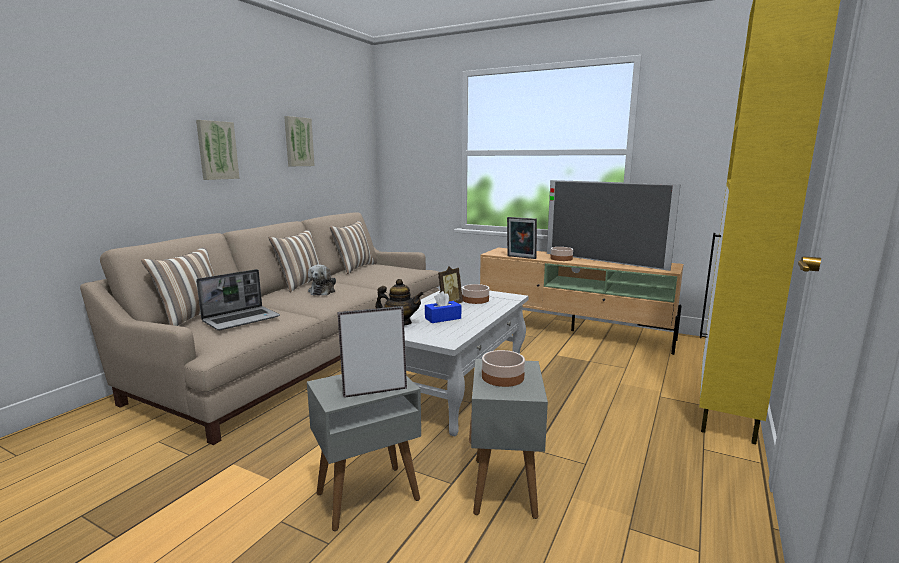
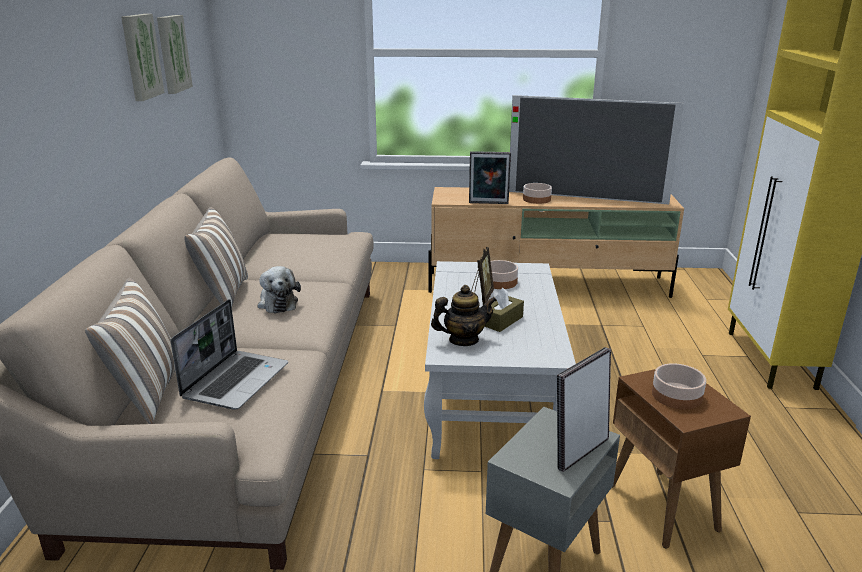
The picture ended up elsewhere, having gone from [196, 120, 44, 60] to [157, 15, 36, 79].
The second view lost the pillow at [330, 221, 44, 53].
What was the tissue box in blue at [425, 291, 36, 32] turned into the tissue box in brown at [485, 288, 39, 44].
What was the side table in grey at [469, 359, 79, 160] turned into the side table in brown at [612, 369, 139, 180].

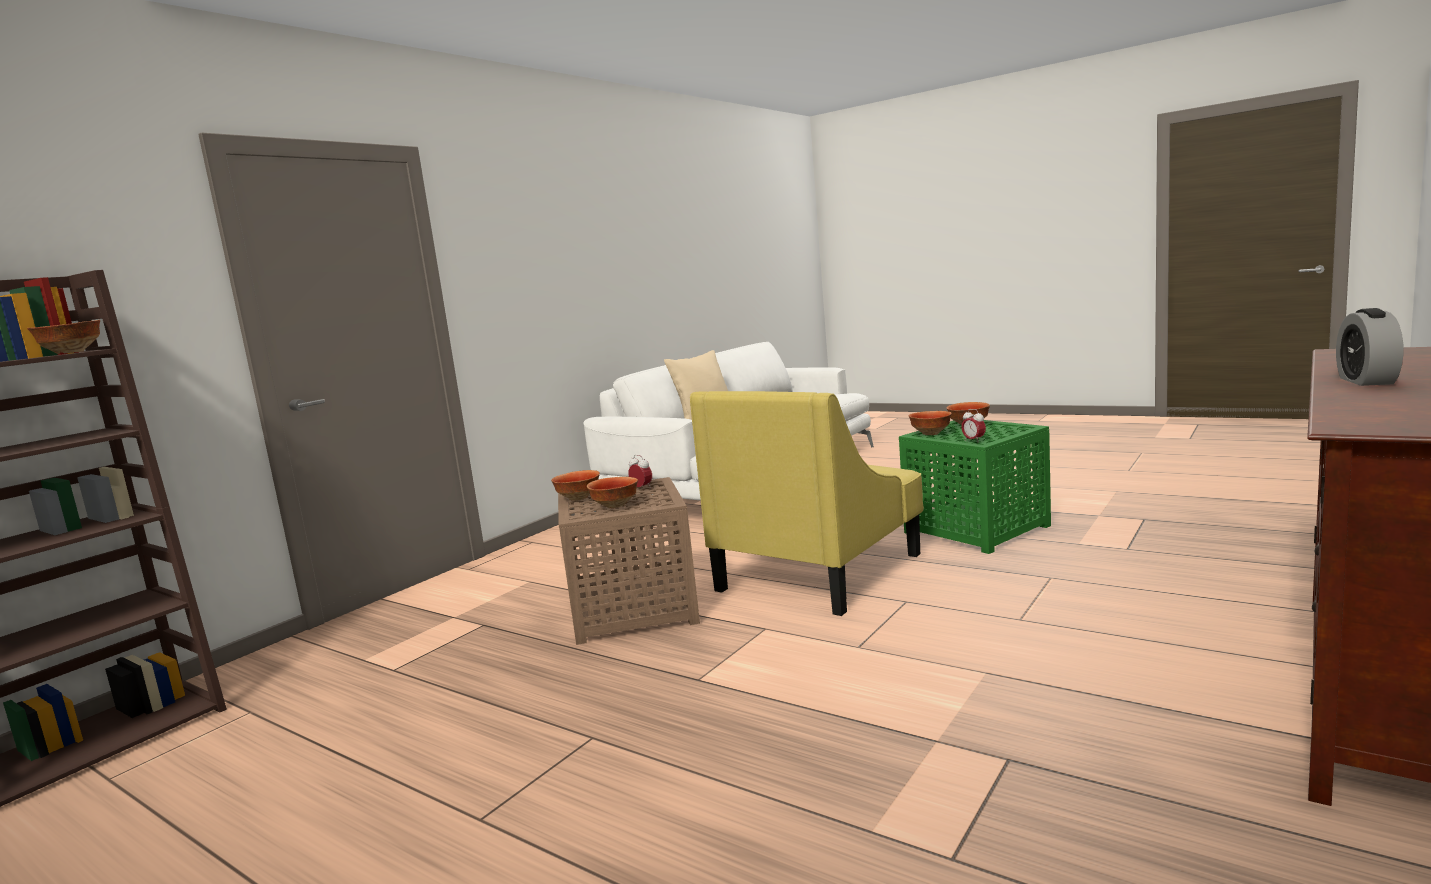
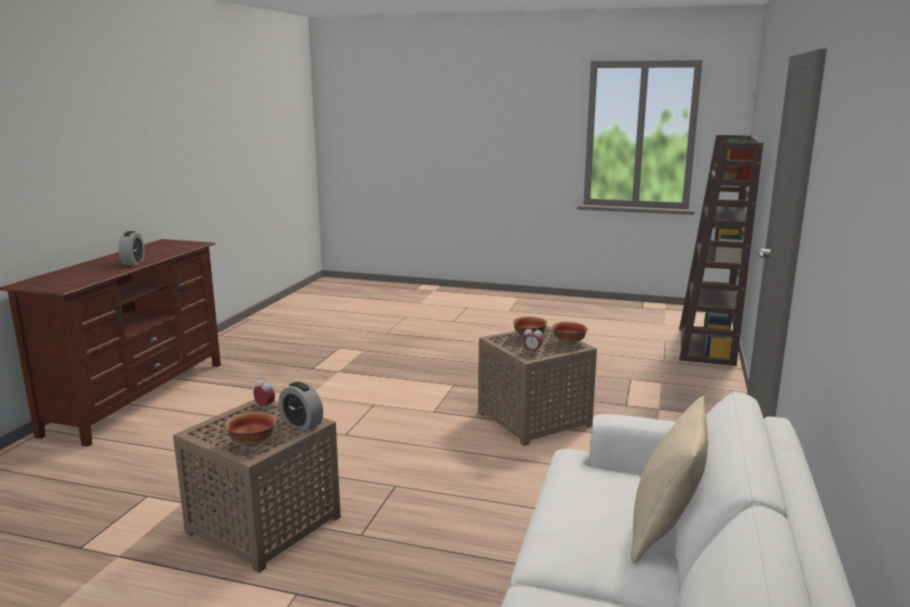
The second view lost the armchair in yellow at [690, 391, 234, 225].
Where the bowl stood at [909, 411, 43, 24], the alarm clock came to stand at [279, 382, 44, 49].
What was the side table in green at [899, 420, 152, 134] turned into the side table in brown at [173, 399, 168, 174].

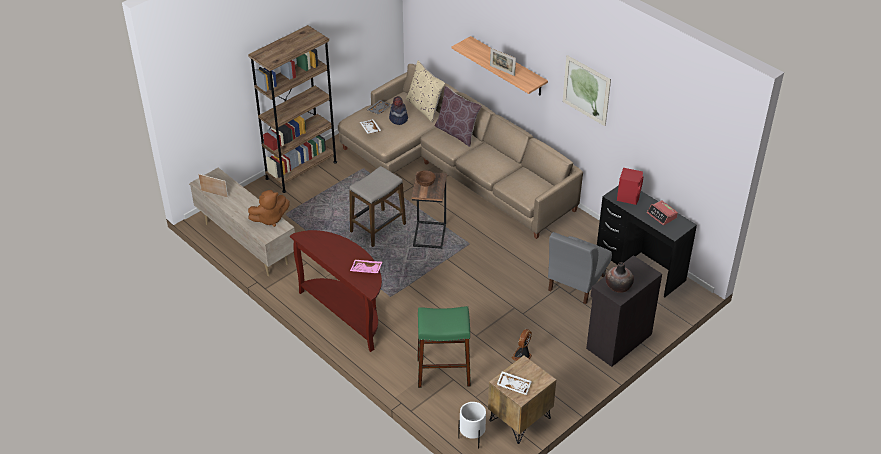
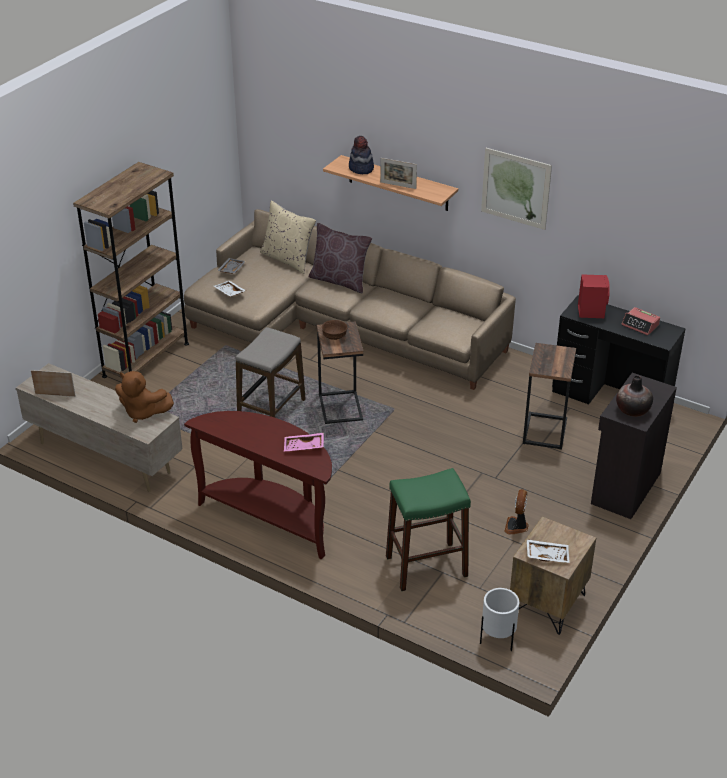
The hat ended up elsewhere, having gone from [389, 96, 19, 29] to [349, 136, 25, 38].
The plush toy in brown at [248, 190, 42, 37] ended up facing another way, 60 degrees clockwise from before.
Where the chair in grey stood at [548, 232, 64, 72], the side table came to stand at [523, 343, 53, 107].

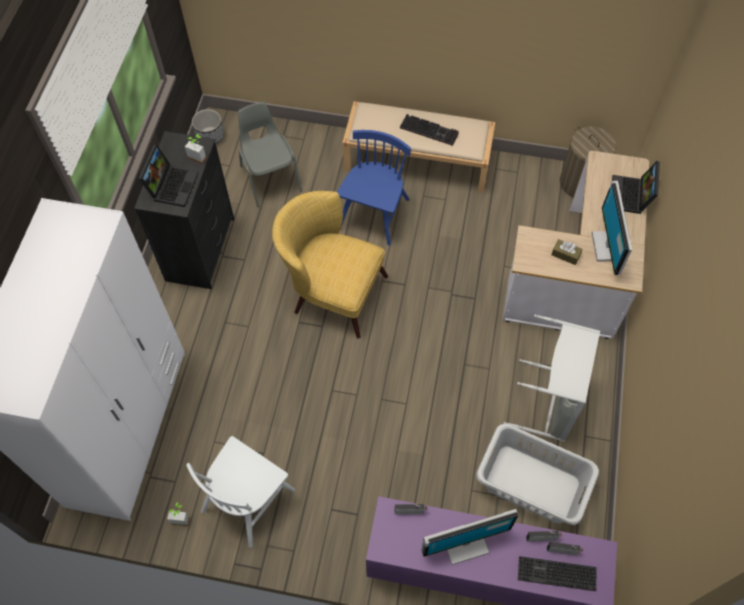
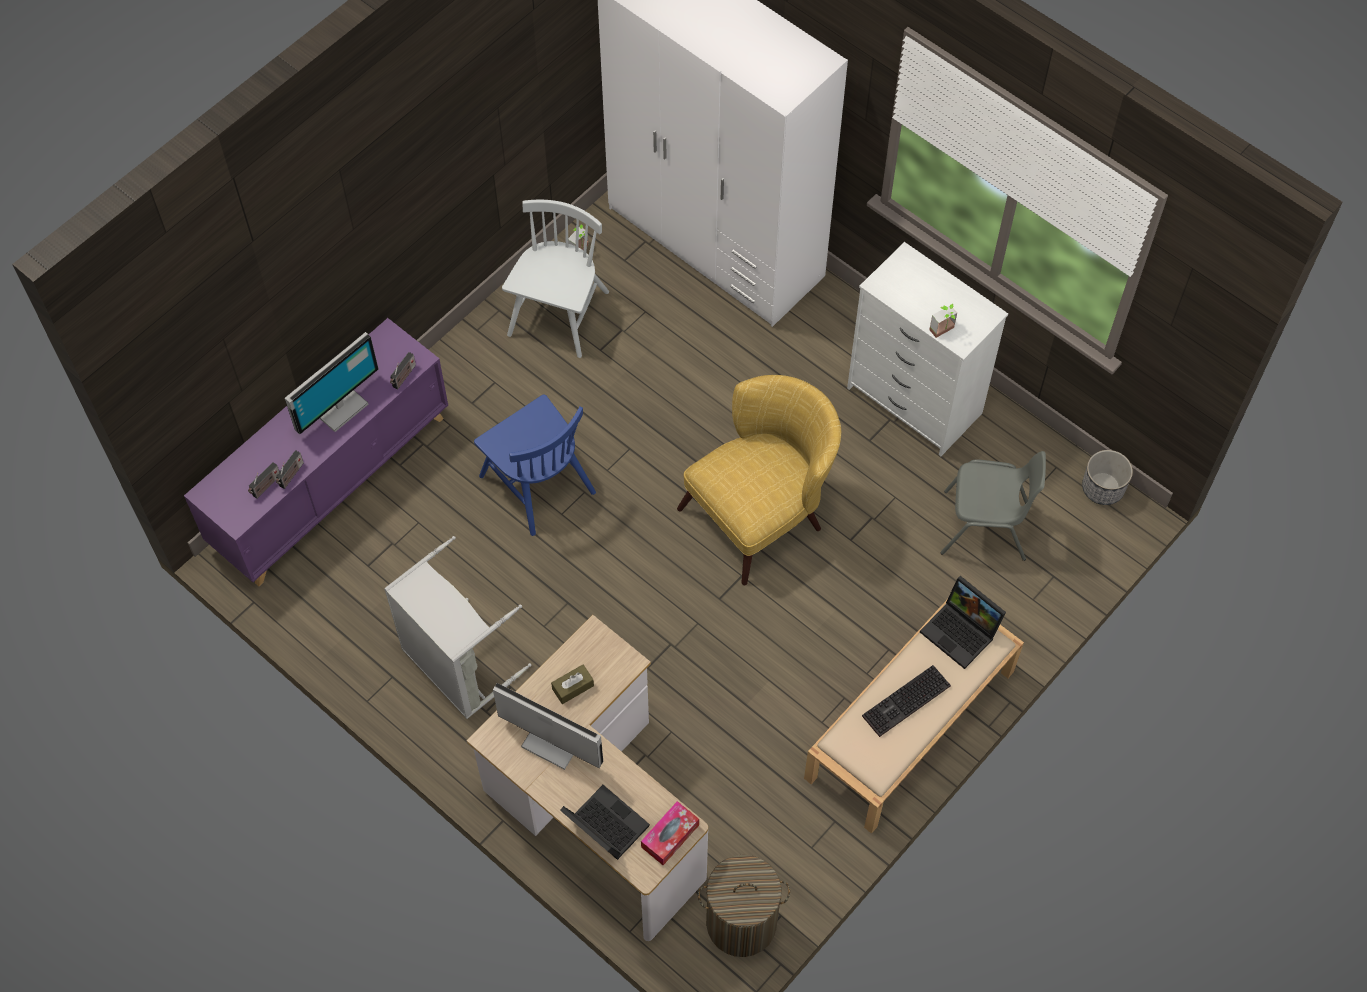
The chair in blue ended up elsewhere, having gone from [337, 130, 74, 116] to [474, 394, 122, 142].
What was the dresser in black at [134, 131, 100, 158] turned into the dresser in white at [847, 242, 161, 214].
The laptop ended up elsewhere, having gone from [138, 144, 61, 63] to [920, 576, 86, 93].
The second view lost the laundry basket in grey at [476, 424, 123, 101].
The chair in white at [186, 436, 109, 112] ended up facing another way, 45 degrees clockwise from before.
The monitor at [421, 509, 97, 56] ended up facing another way, 150 degrees counterclockwise from before.
The second view lost the keyboard at [518, 556, 79, 35].
The second view gained the tissue box at [641, 801, 58, 64].

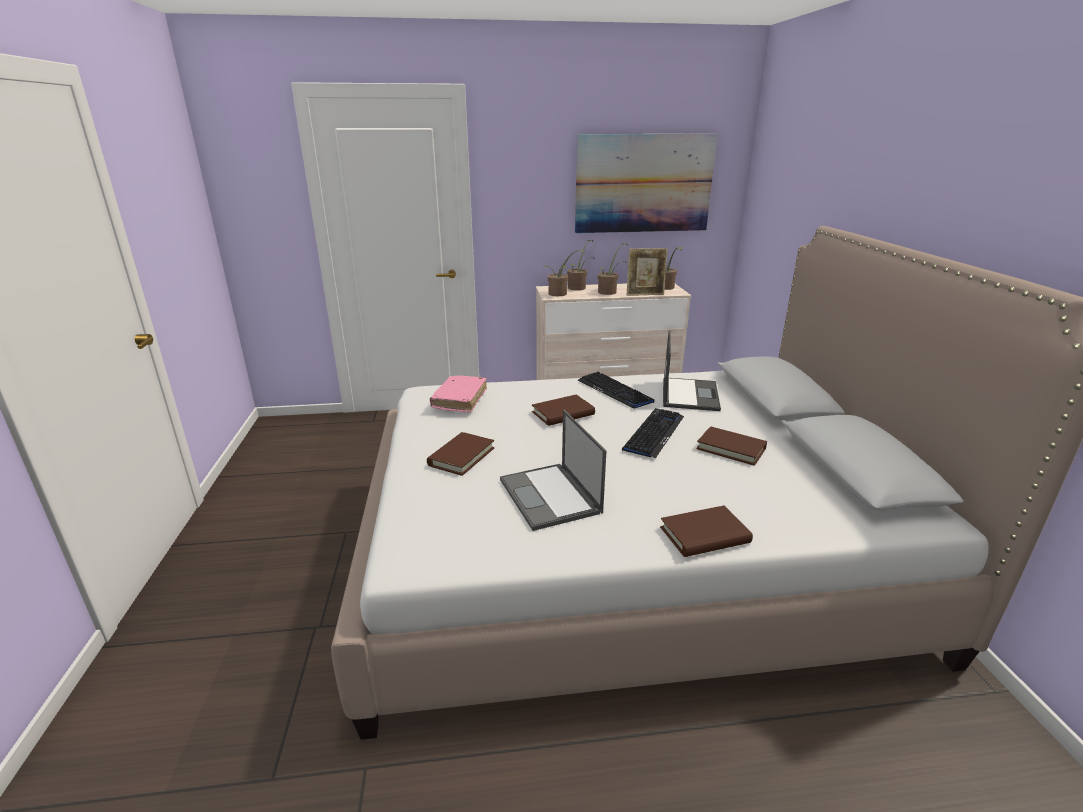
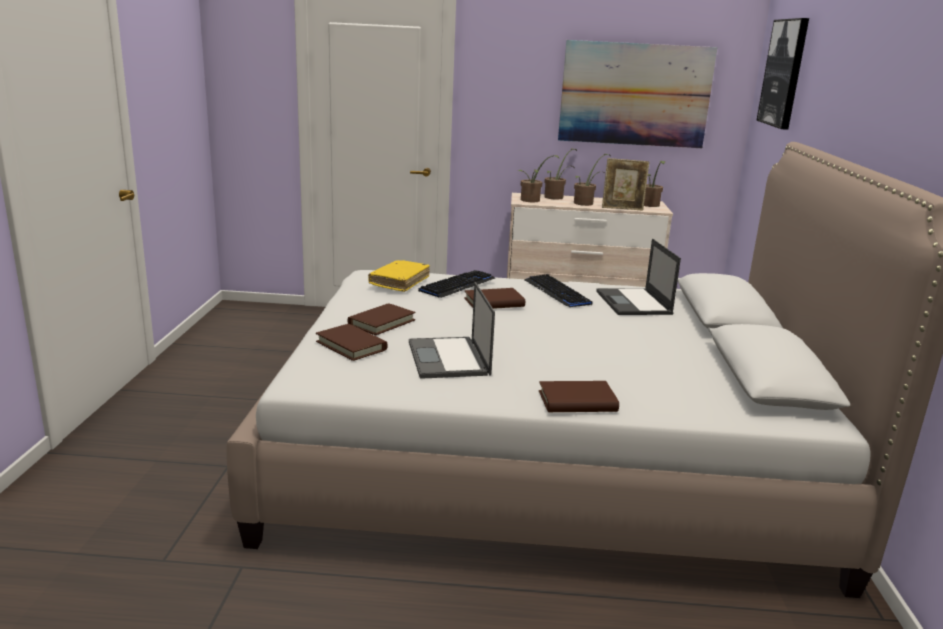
The laptop at [663, 331, 58, 80] ended up facing another way, 150 degrees clockwise from before.
What was the book in pink at [430, 375, 57, 37] turned into the book in yellow at [368, 260, 62, 32].
The keyboard ended up elsewhere, having gone from [622, 408, 62, 51] to [418, 270, 77, 28].
The book in brown ended up elsewhere, having gone from [696, 426, 71, 40] to [316, 324, 72, 37].
The second view gained the picture at [756, 18, 53, 112].

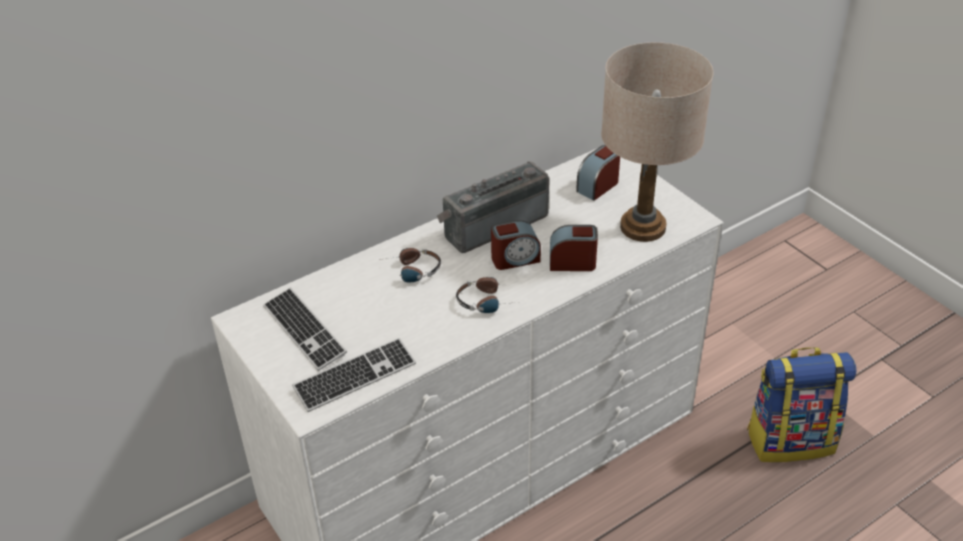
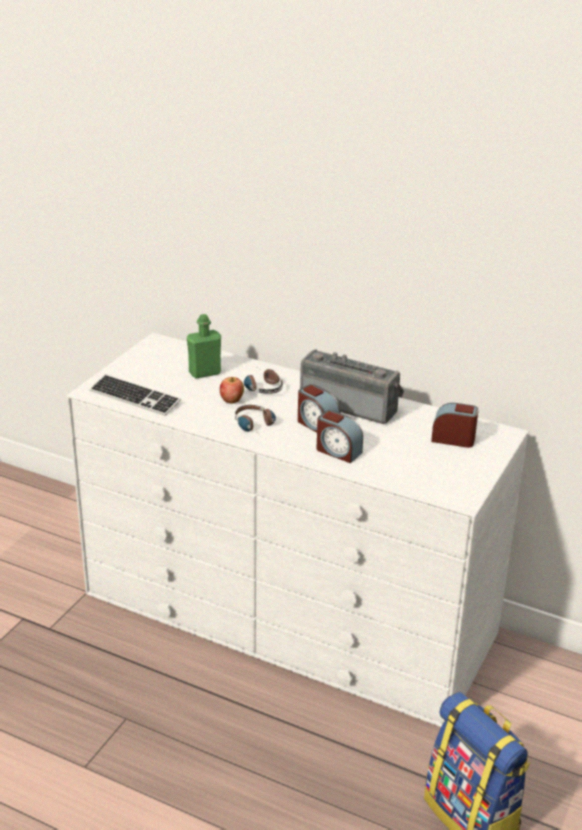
The second view lost the table lamp in beige at [601, 42, 113, 200].
The alarm clock at [550, 225, 48, 46] ended up facing another way, 150 degrees clockwise from before.
The second view lost the keyboard at [263, 288, 84, 83].
The second view gained the bottle in green at [187, 314, 34, 65].
The second view gained the apple at [220, 377, 24, 27].

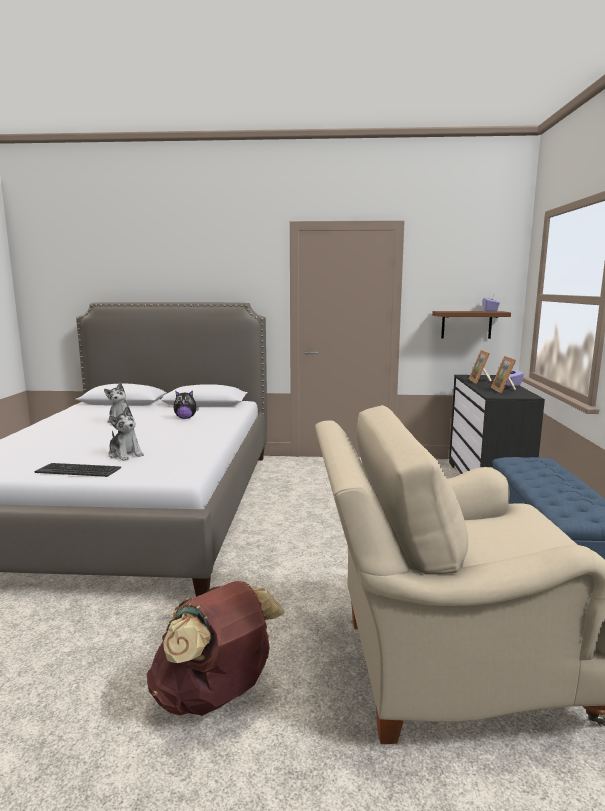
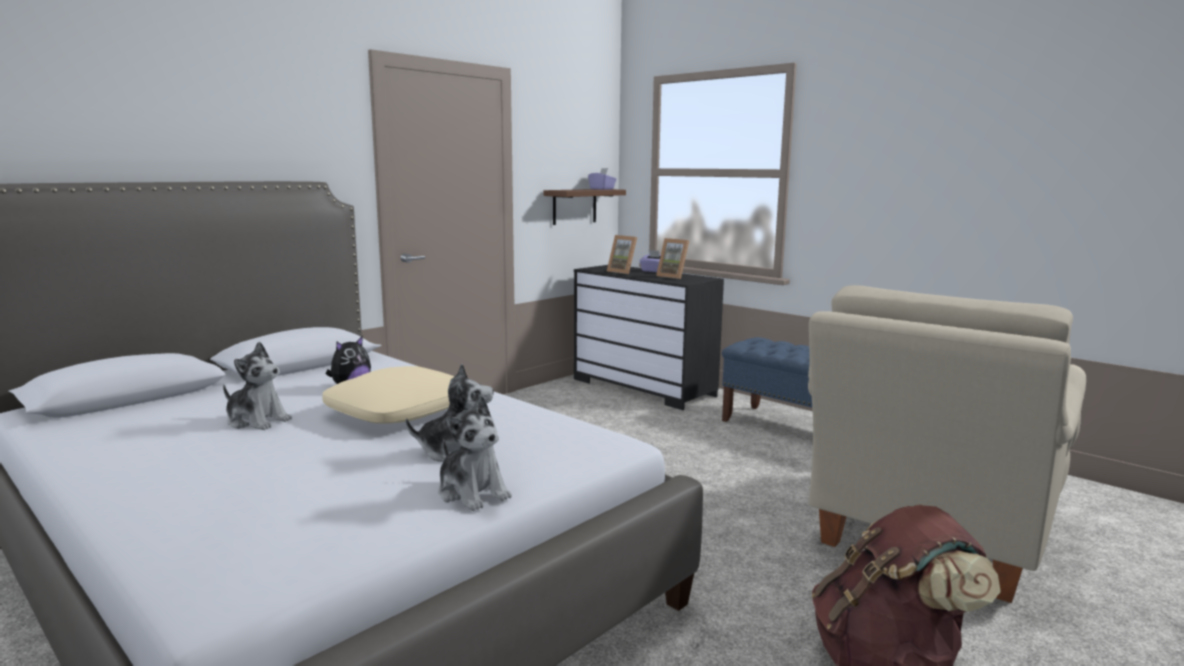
Where the keyboard stood at [34, 463, 87, 14], the plush toy came to stand at [438, 395, 74, 116].
The second view gained the pillow in beige at [322, 366, 133, 58].

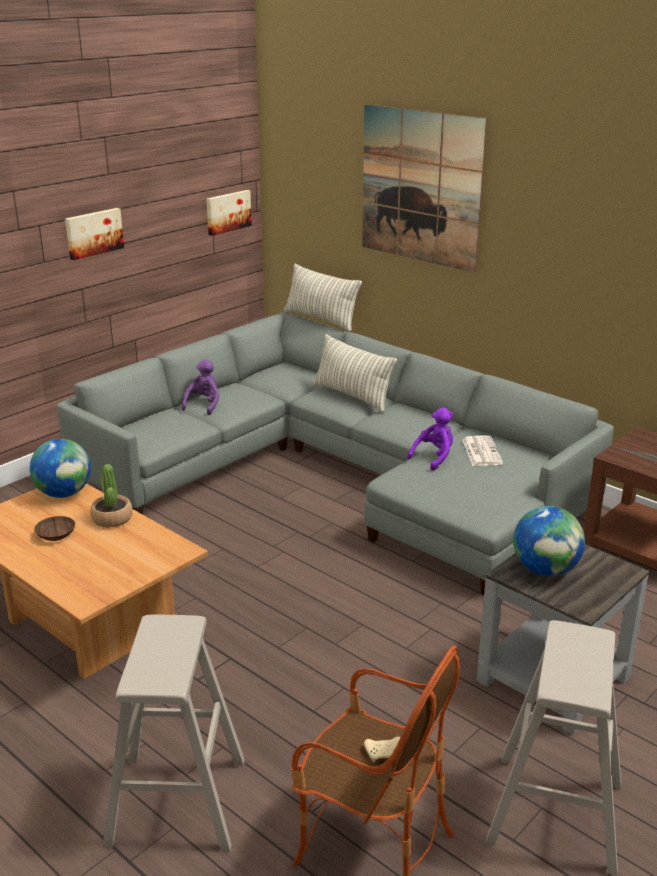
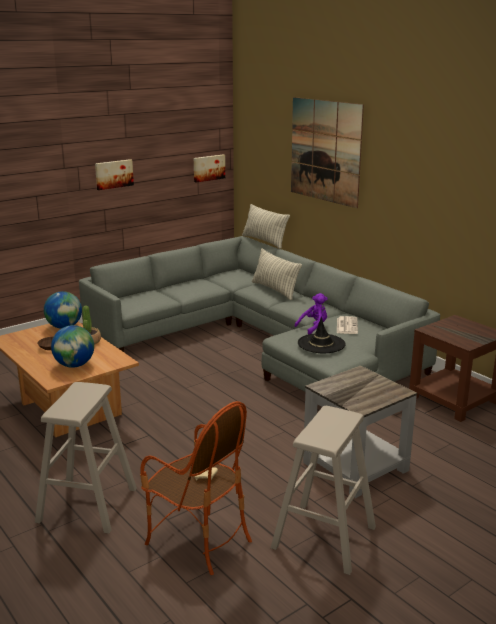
The second view lost the plush toy in purple at [182, 359, 38, 56].
The globe ended up elsewhere, having gone from [513, 506, 72, 70] to [51, 325, 43, 43].
The second view gained the hat in black at [298, 317, 47, 36].

